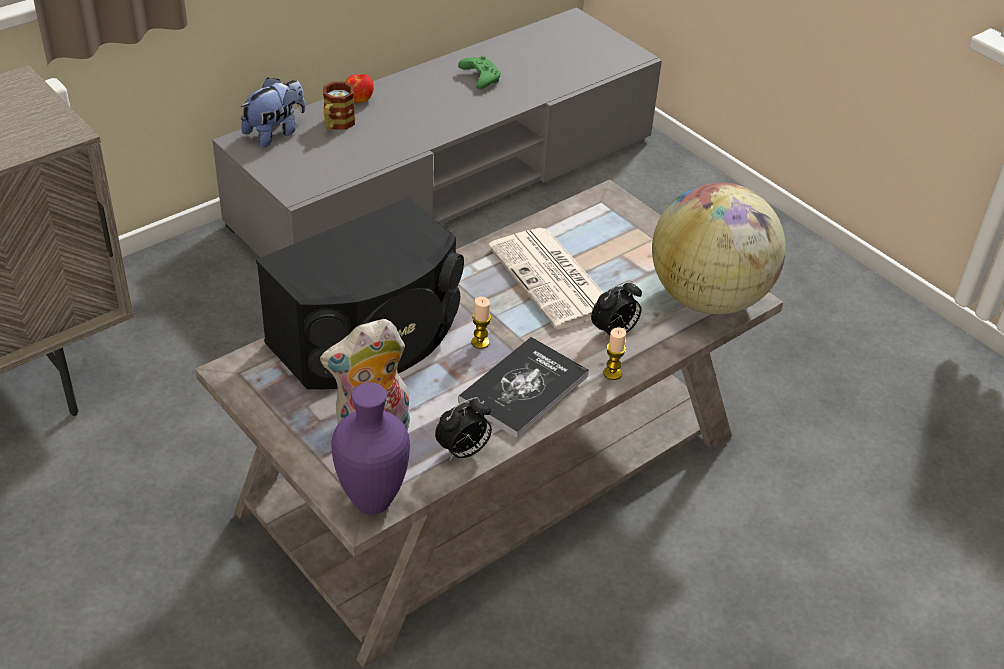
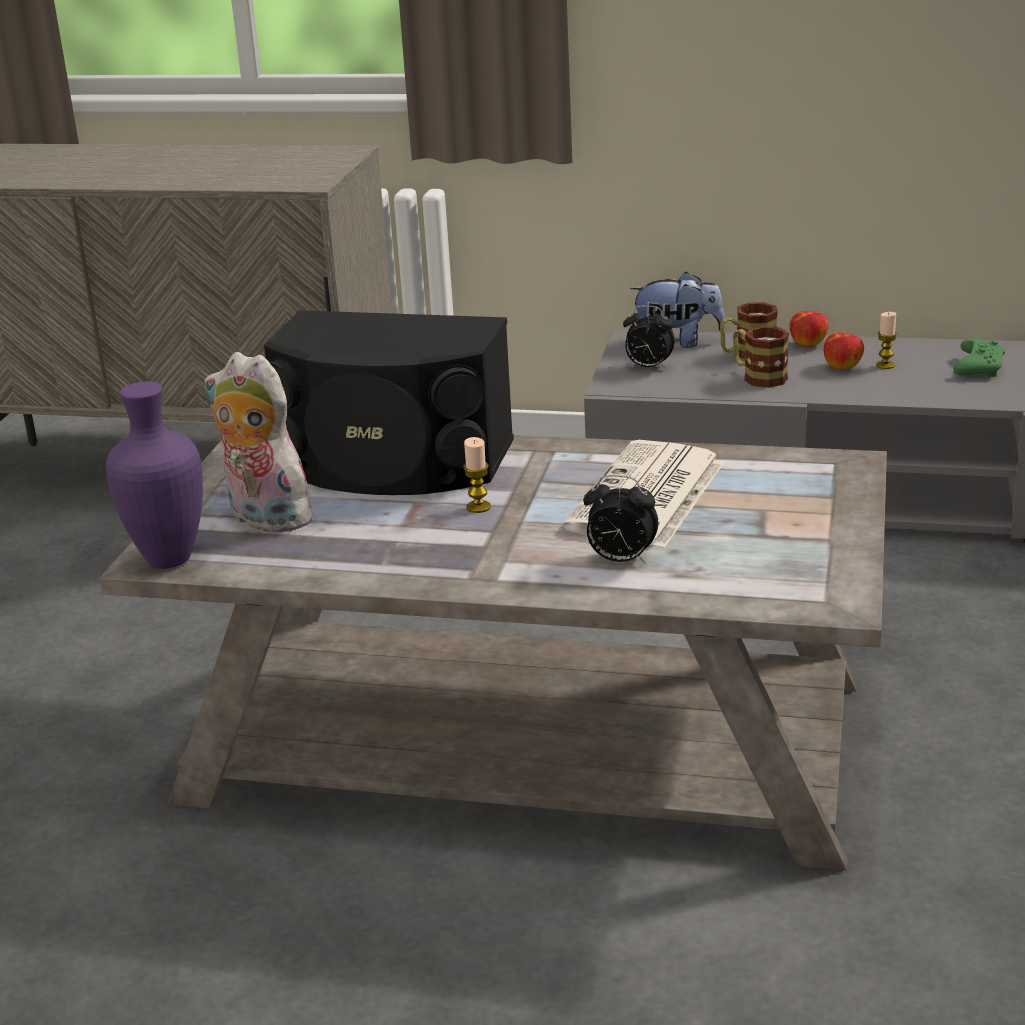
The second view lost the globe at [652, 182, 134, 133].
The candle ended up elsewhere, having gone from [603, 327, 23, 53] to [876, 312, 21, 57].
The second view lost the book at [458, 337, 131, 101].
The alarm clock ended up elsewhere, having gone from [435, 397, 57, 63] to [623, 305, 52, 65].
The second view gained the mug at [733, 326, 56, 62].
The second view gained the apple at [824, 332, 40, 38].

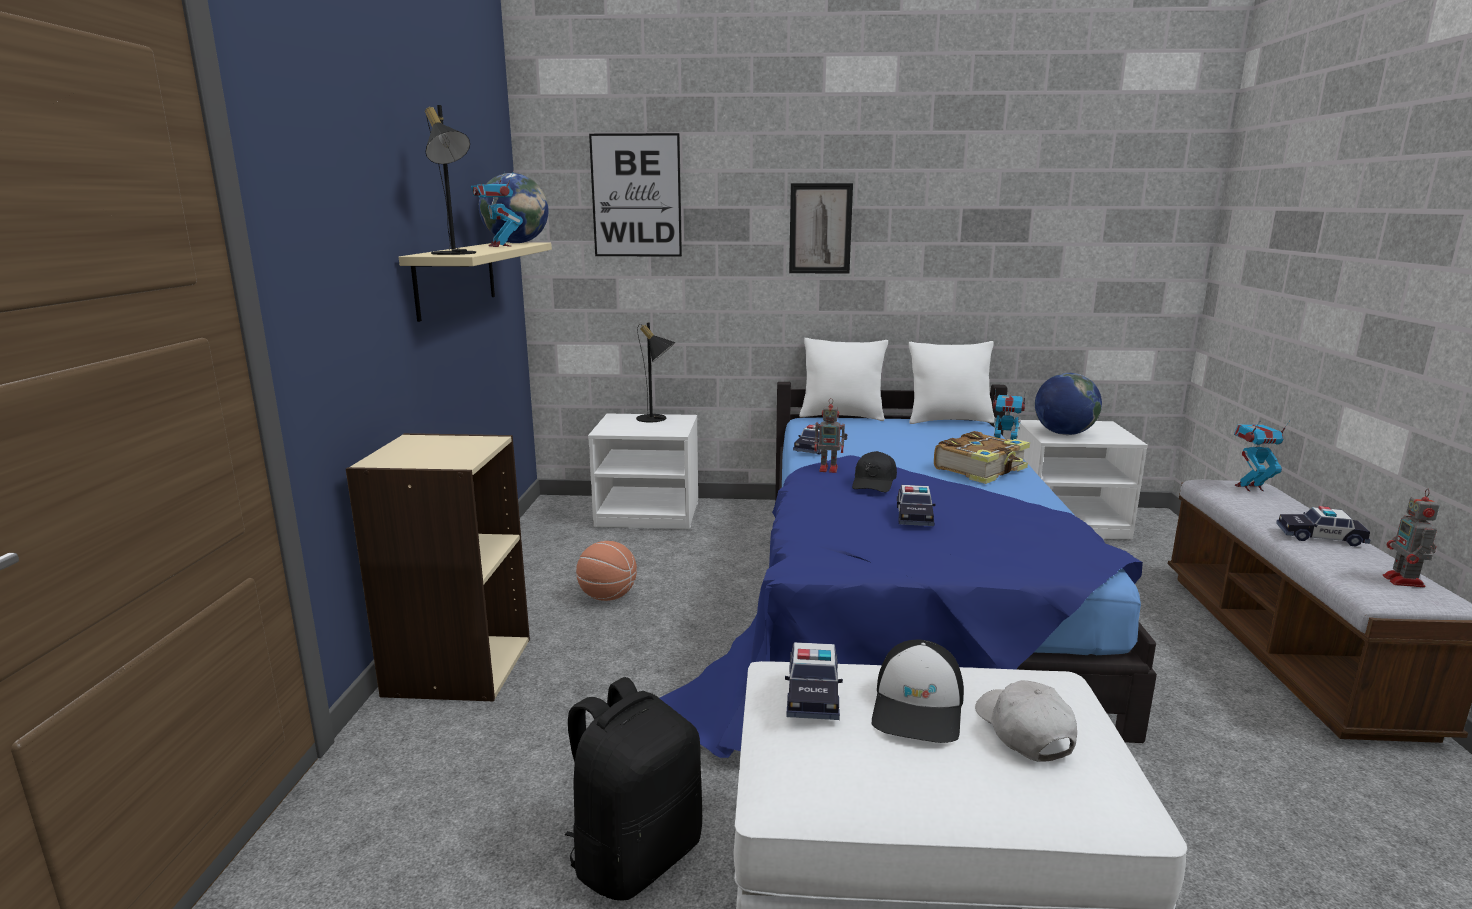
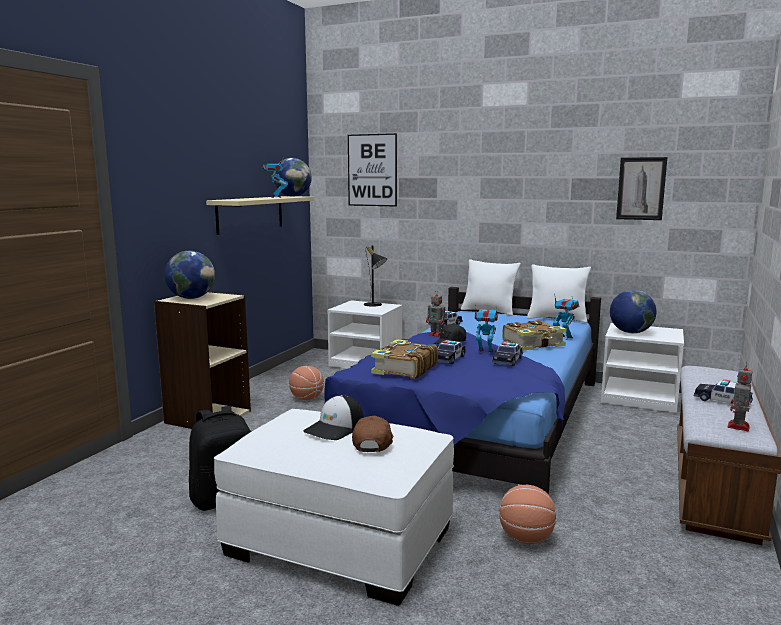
The second view lost the table lamp in black at [425, 105, 51, 150].
The picture ended up elsewhere, having gone from [789, 183, 64, 91] to [616, 157, 51, 63].
The toy robot ended up elsewhere, having gone from [1234, 420, 57, 71] to [475, 306, 23, 48].
The toy car ended up elsewhere, having gone from [785, 642, 58, 78] to [492, 342, 31, 24].
What was the cap in white at [975, 680, 102, 82] turned into the cap in brown at [352, 416, 41, 36].
The second view gained the globe at [164, 251, 51, 48].
The second view gained the book at [371, 339, 67, 39].
The second view gained the basketball at [499, 485, 57, 59].

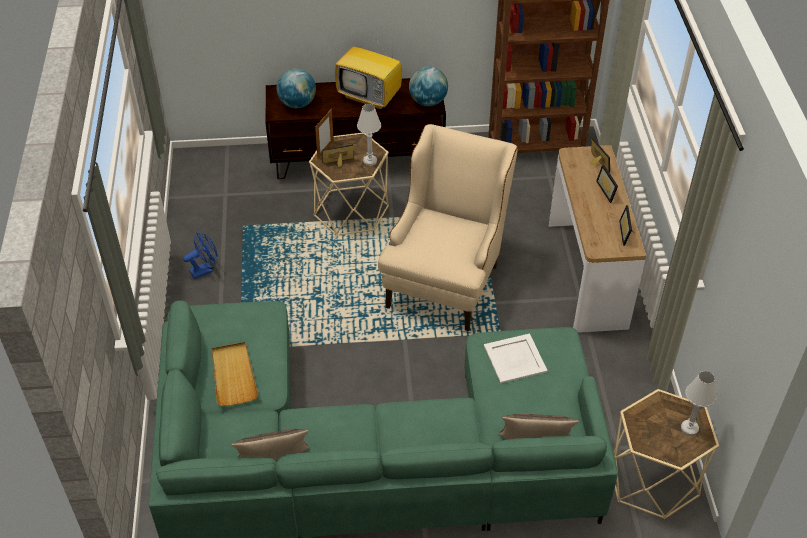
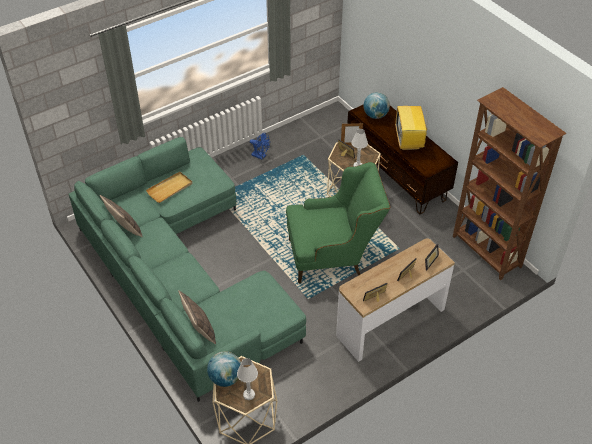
The globe ended up elsewhere, having gone from [409, 66, 39, 40] to [207, 351, 34, 36].
What was the armchair in beige at [378, 124, 140, 207] turned into the armchair in green at [286, 162, 104, 121].
The second view lost the tray in white at [484, 333, 64, 51].

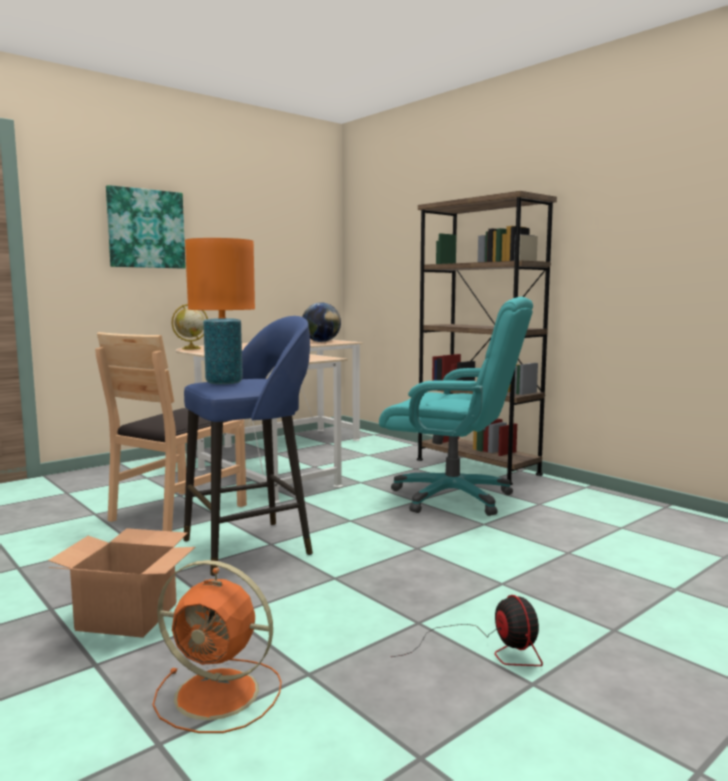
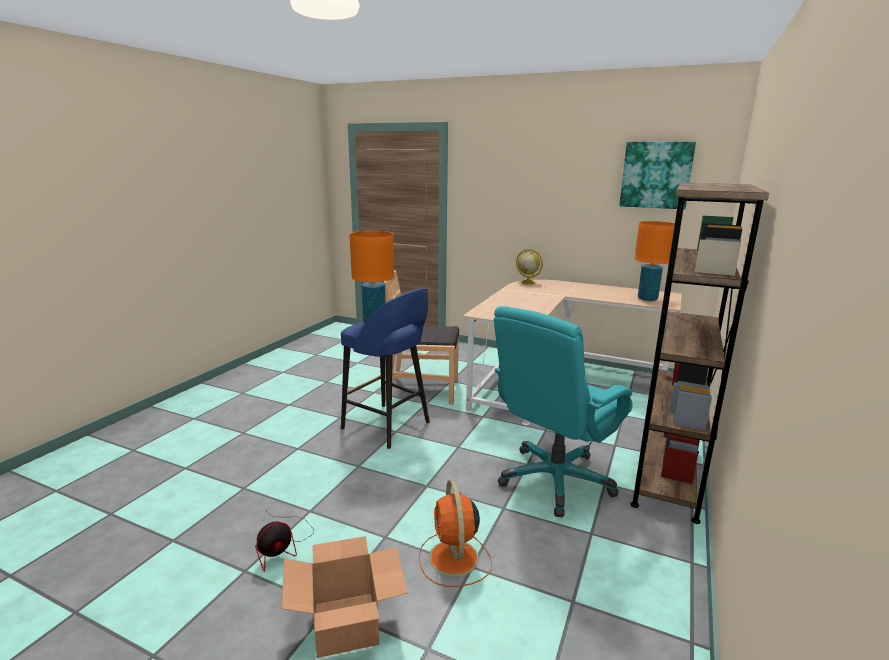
The picture ended up elsewhere, having gone from [106, 185, 80, 84] to [619, 142, 77, 67].
The office chair in turquoise at [379, 297, 154, 219] ended up facing another way, 45 degrees clockwise from before.
Where the globe stood at [302, 302, 39, 40], the table lamp in orange came to stand at [635, 221, 40, 80].
The cardboard box ended up elsewhere, having gone from [48, 528, 147, 110] to [282, 536, 126, 122].
The fan in orange ended up elsewhere, having gone from [152, 560, 130, 173] to [419, 480, 73, 107].

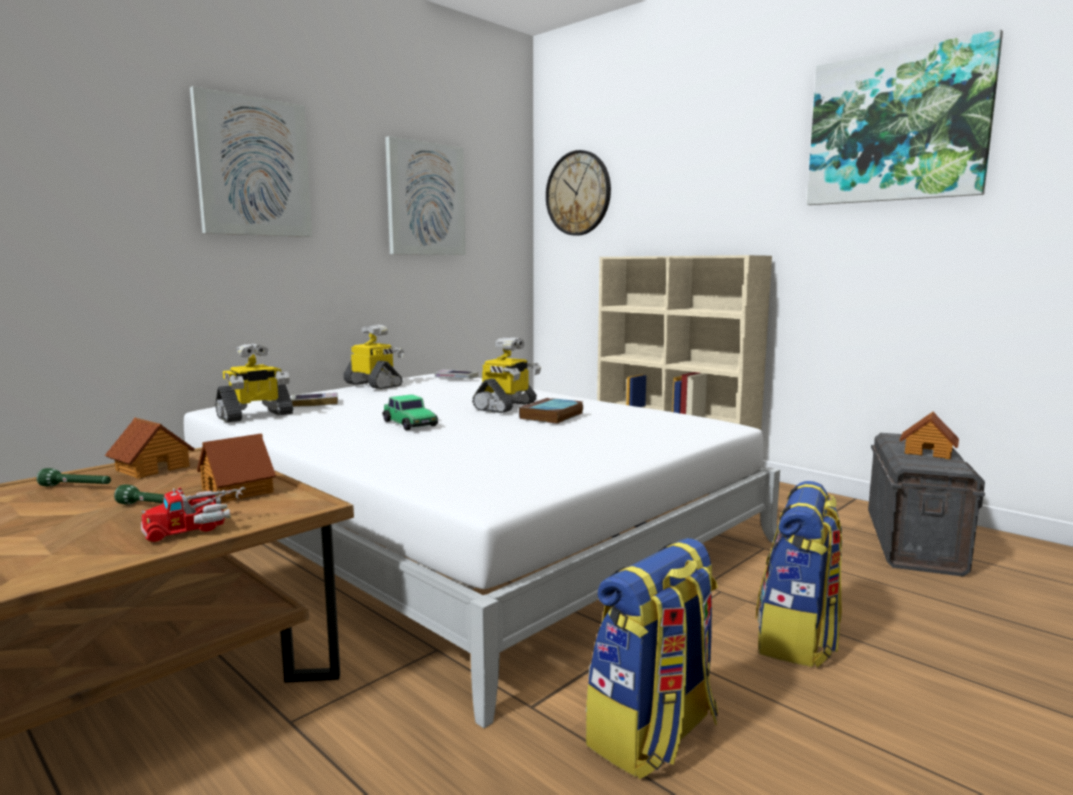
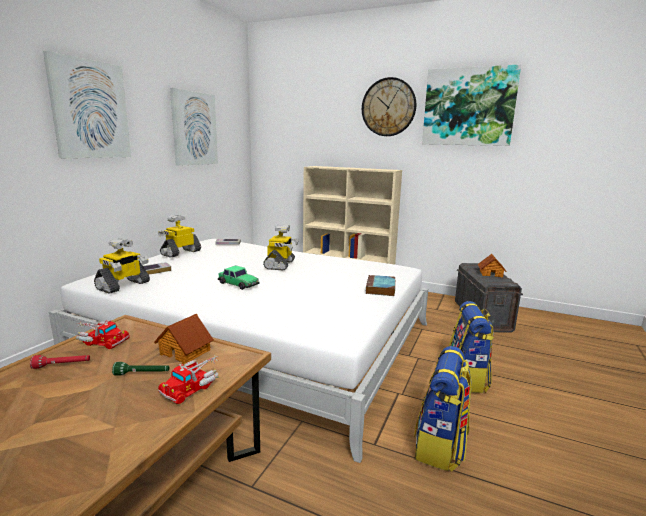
The wall clock ended up elsewhere, having gone from [546, 150, 65, 86] to [362, 77, 54, 59].
The toy robot at [343, 324, 61, 65] ended up facing another way, 75 degrees counterclockwise from before.
The book ended up elsewhere, having gone from [519, 398, 64, 26] to [366, 275, 29, 21].
Where the toy house stood at [104, 418, 91, 61], the toy truck came to stand at [76, 320, 54, 29].
What was the flashlight in green at [37, 468, 74, 19] turned into the flashlight in red at [30, 355, 60, 14].

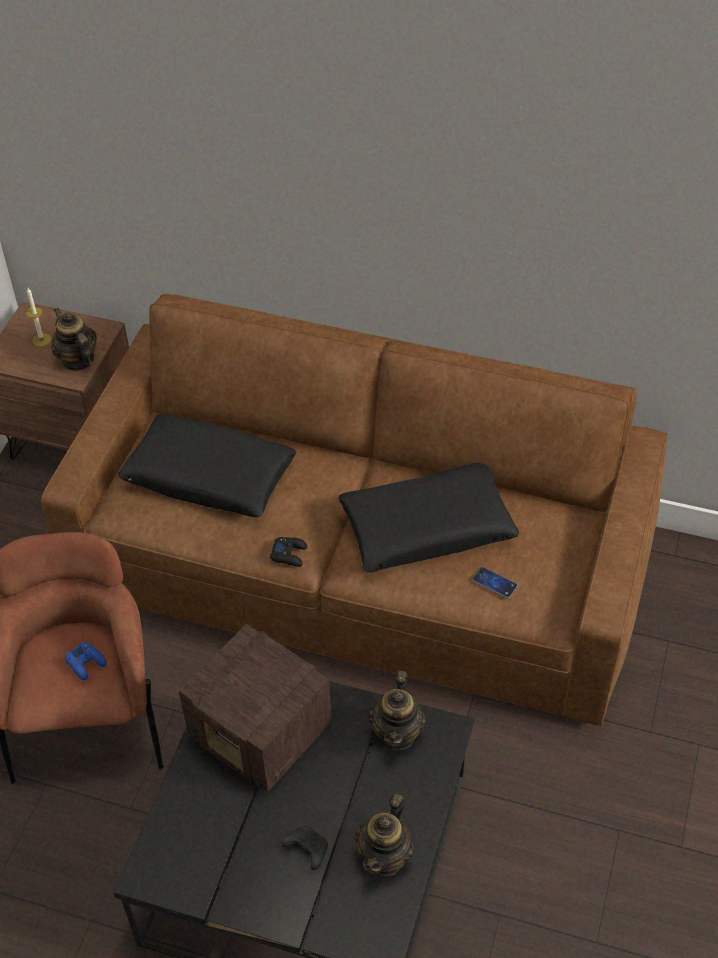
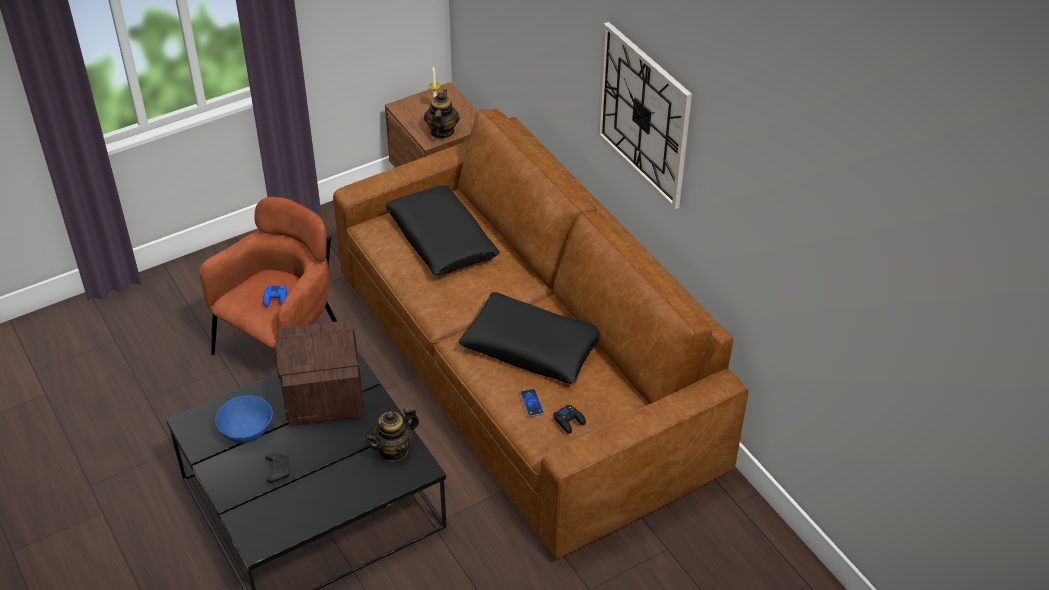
The game controller in black ended up elsewhere, having gone from [270, 537, 37, 30] to [553, 405, 33, 29].
The second view lost the teapot at [355, 793, 59, 83].
The second view gained the wall clock at [597, 22, 95, 188].
The second view gained the bowl in blue at [215, 395, 58, 48].

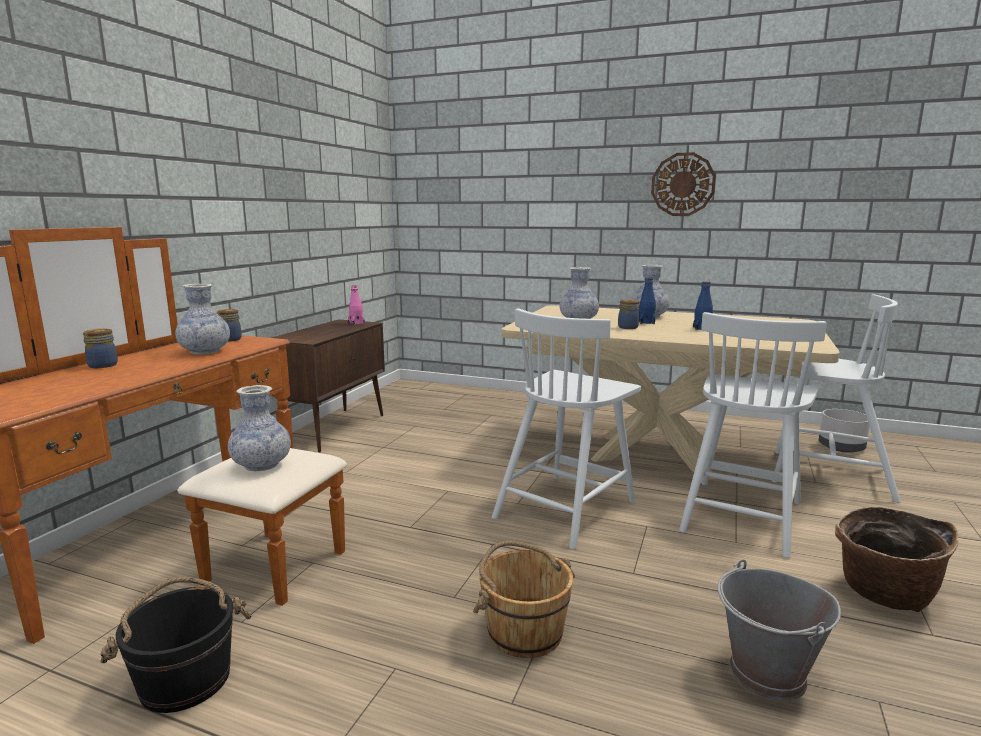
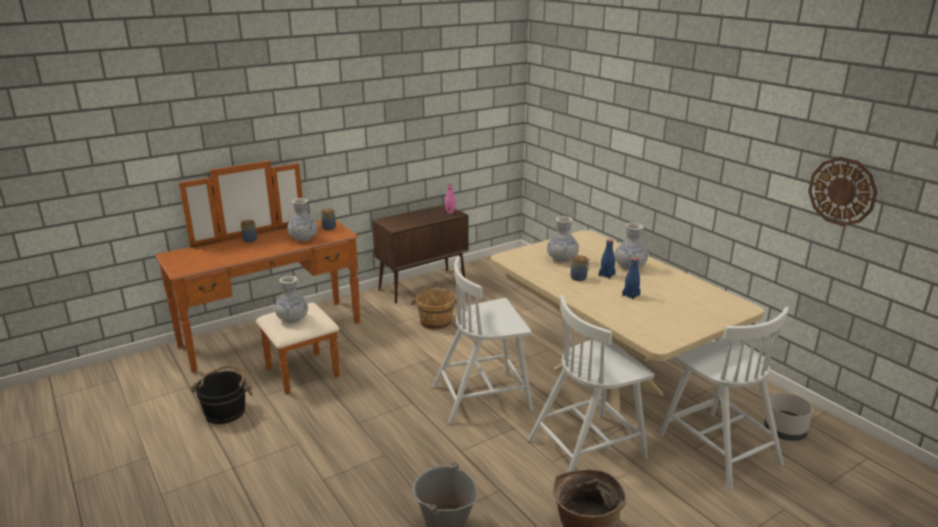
The wall clock ended up elsewhere, having gone from [651, 152, 65, 64] to [808, 157, 70, 69].
The bucket in brown ended up elsewhere, having gone from [473, 541, 102, 117] to [411, 285, 46, 45].

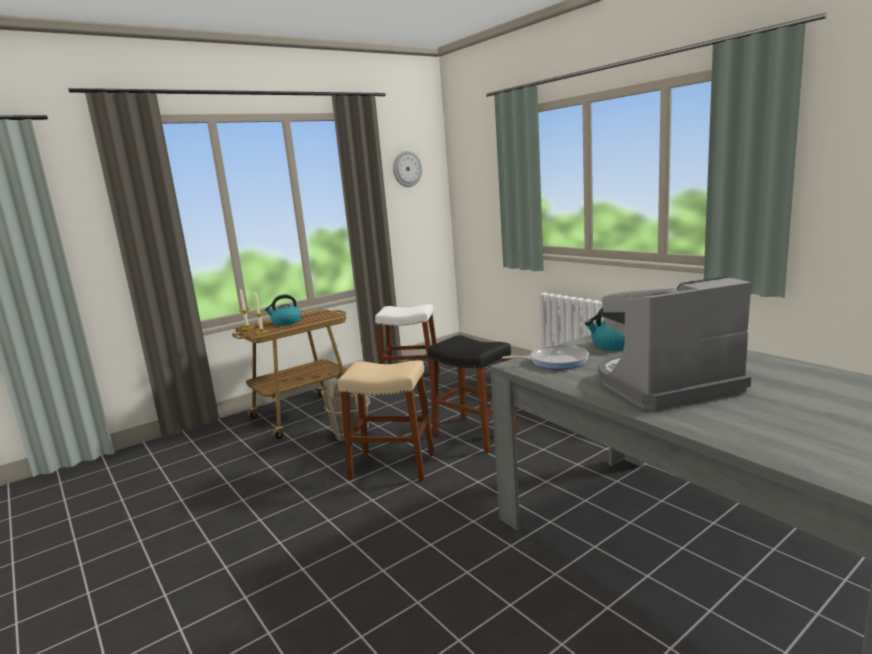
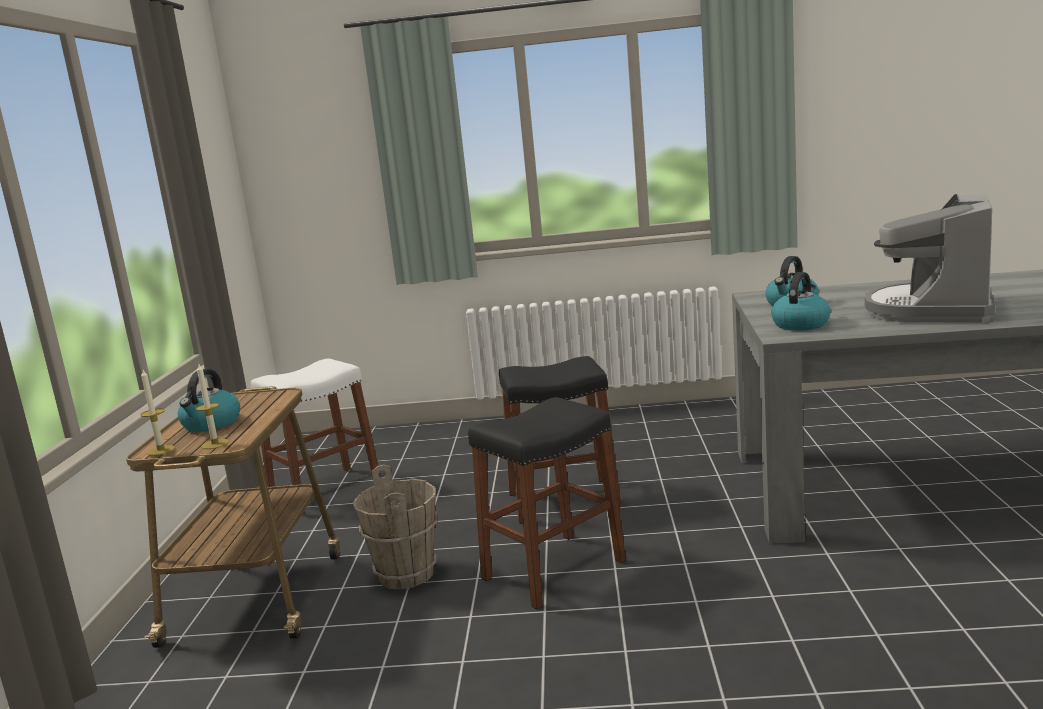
The second view lost the wall clock at [393, 151, 29, 36].
Where the frying pan stood at [502, 345, 87, 24], the kettle came to stand at [771, 272, 59, 59].
What was the stool in beige at [338, 361, 97, 120] turned into the stool in black at [468, 397, 158, 213].

